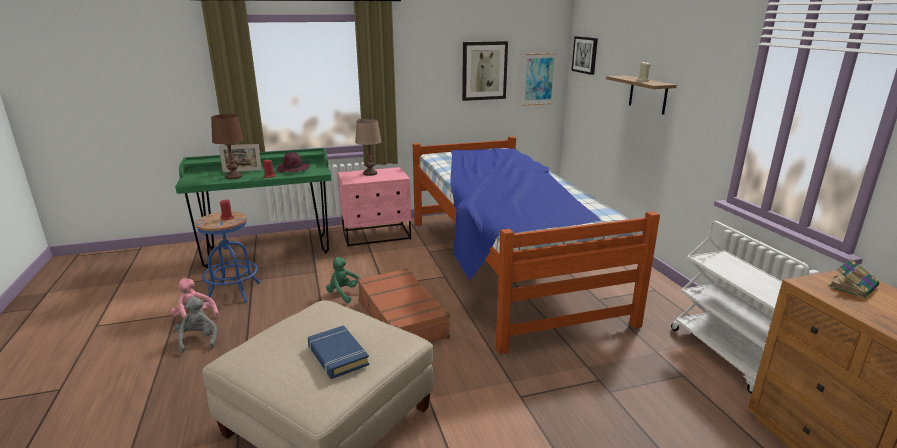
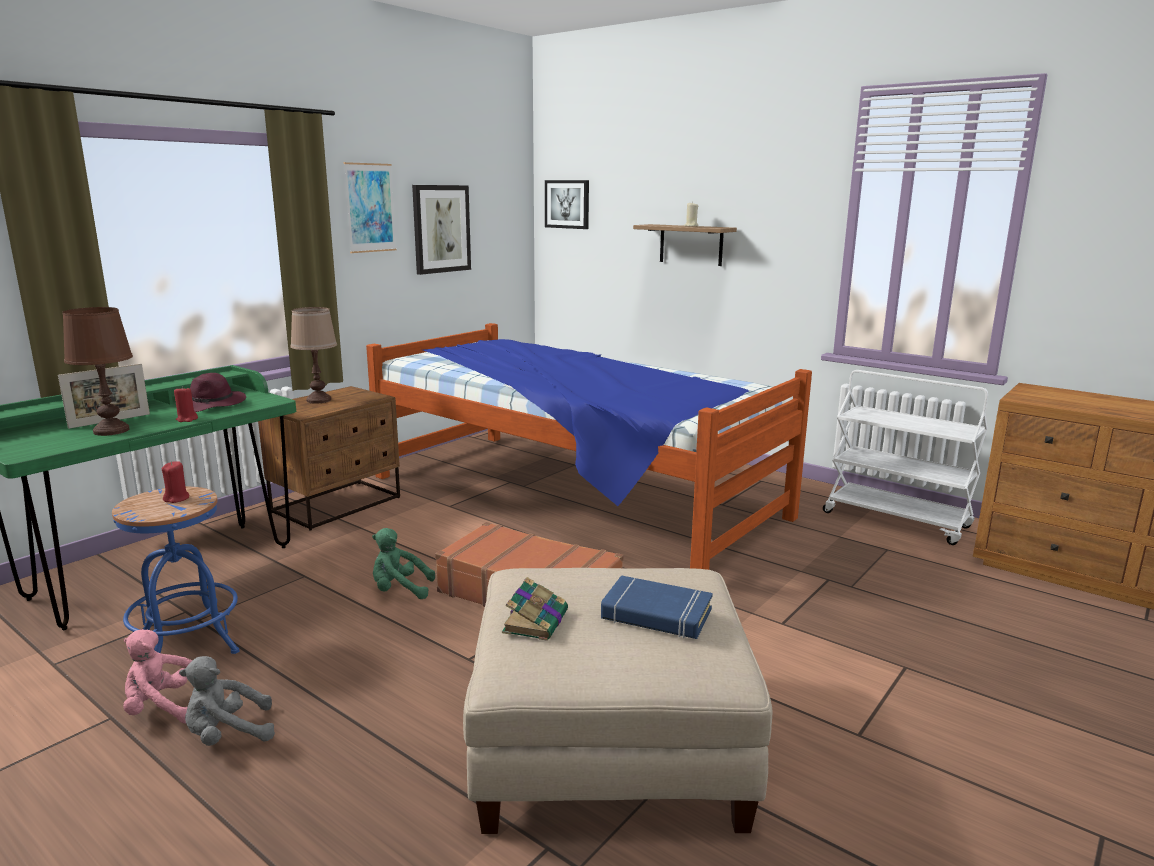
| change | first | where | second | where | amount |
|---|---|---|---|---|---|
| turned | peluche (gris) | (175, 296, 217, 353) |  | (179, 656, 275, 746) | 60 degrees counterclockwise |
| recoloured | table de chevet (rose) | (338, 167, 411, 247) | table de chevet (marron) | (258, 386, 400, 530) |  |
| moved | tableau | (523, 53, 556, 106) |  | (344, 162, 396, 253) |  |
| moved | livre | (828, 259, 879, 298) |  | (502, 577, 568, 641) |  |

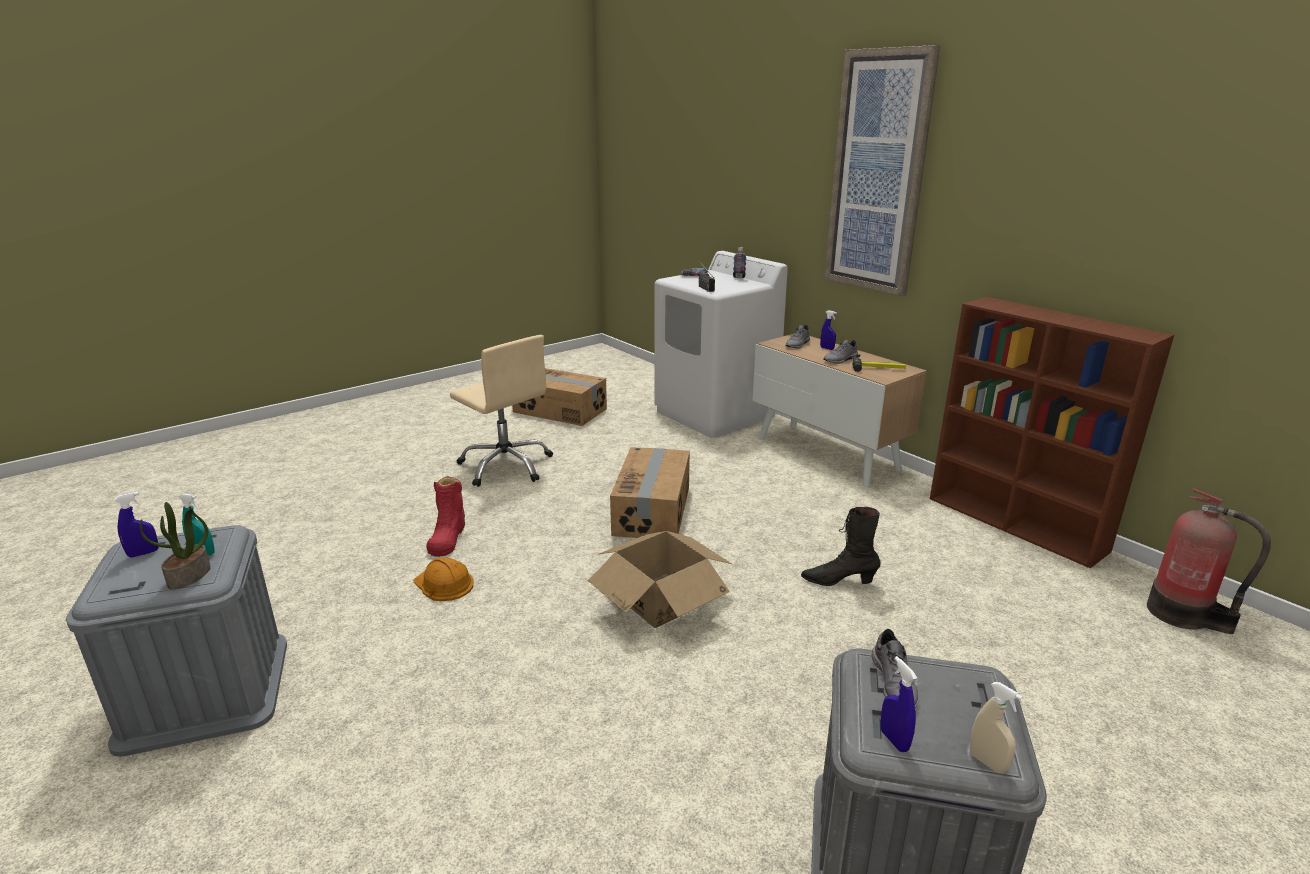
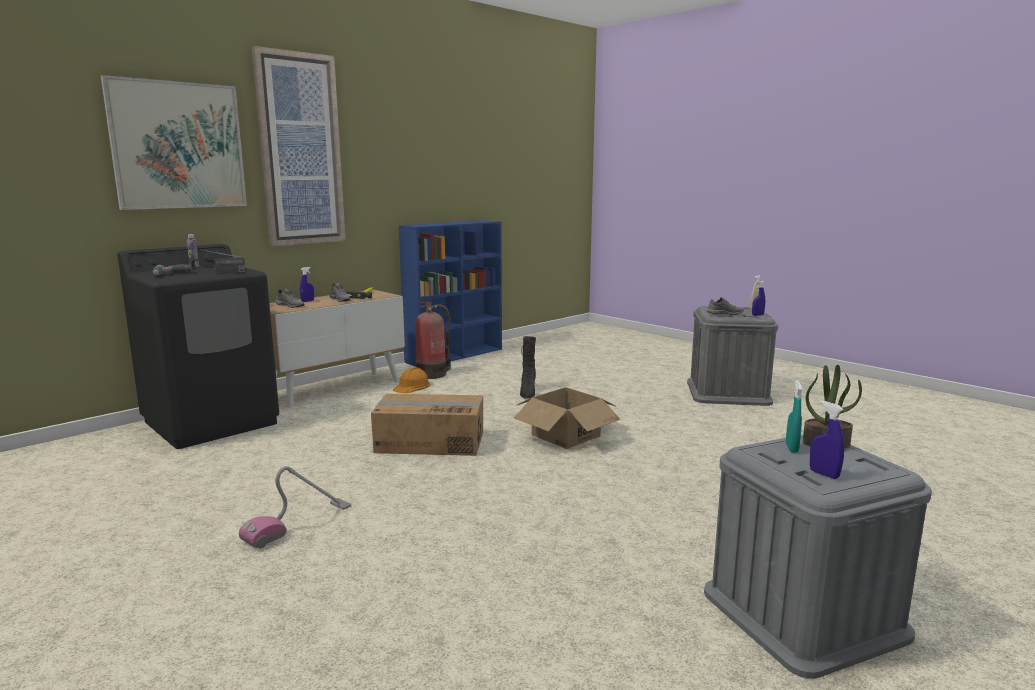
| change | first | where | second | where | amount |
|---|---|---|---|---|---|
| added |  |  | tableau | (101, 75, 247, 210) |  |
| recoloured | lave-linge (blanc) | (654, 251, 788, 438) | lave-linge (noir) | (117, 244, 279, 449) |  |
| replaced | chaise de bureau (beige) | (450, 335, 553, 487) | aspirateur | (239, 466, 351, 548) |  |
| moved | casque de chantier (orange) | (413, 558, 474, 601) |  | (393, 367, 430, 393) |  |
| recoloured | bibliothèque (marron) | (930, 297, 1174, 568) | bibliothèque (bleu) | (399, 220, 502, 367) |  |
| moved | extincteur | (1147, 489, 1271, 634) |  | (415, 302, 451, 379) |  |
| removed | botte (rouge) | (427, 476, 465, 557) |  |  |  |
| removed | carton | (512, 368, 607, 426) |  |  |  |

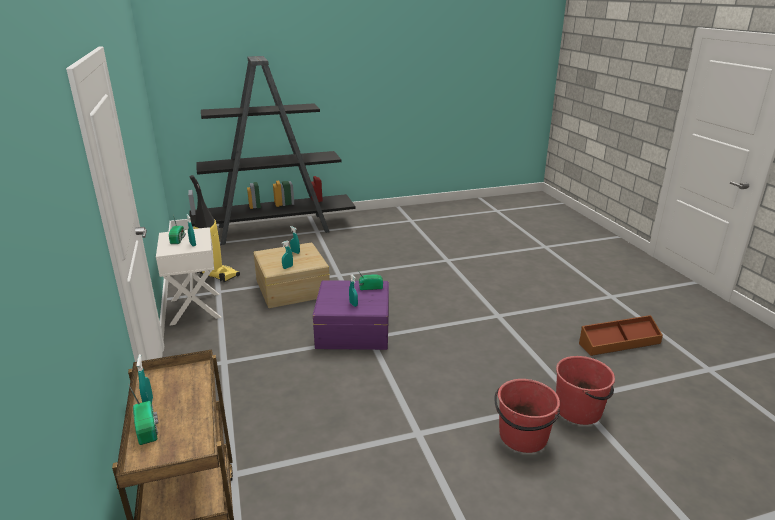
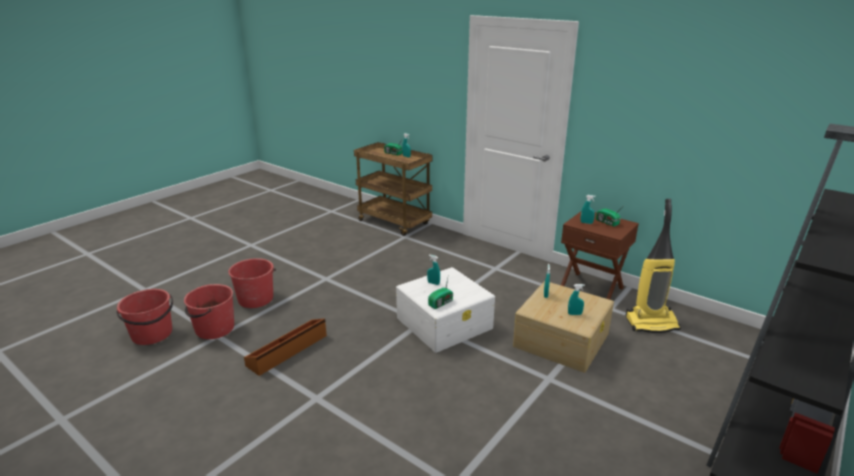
| change | first | where | second | where | amount |
|---|---|---|---|---|---|
| added |  |  | seau (rouge) | (116, 289, 173, 345) |  |
| moved | boîte de rangement (marron) | (579, 315, 663, 356) |  | (244, 318, 327, 376) |  |
| recoloured | boîte de rangement (violet) | (313, 280, 389, 350) | boîte de rangement (blanc) | (396, 267, 495, 353) |  |
| recoloured | table de chevet (blanc) | (156, 227, 221, 325) | table de chevet (marron) | (561, 211, 639, 300) |  |

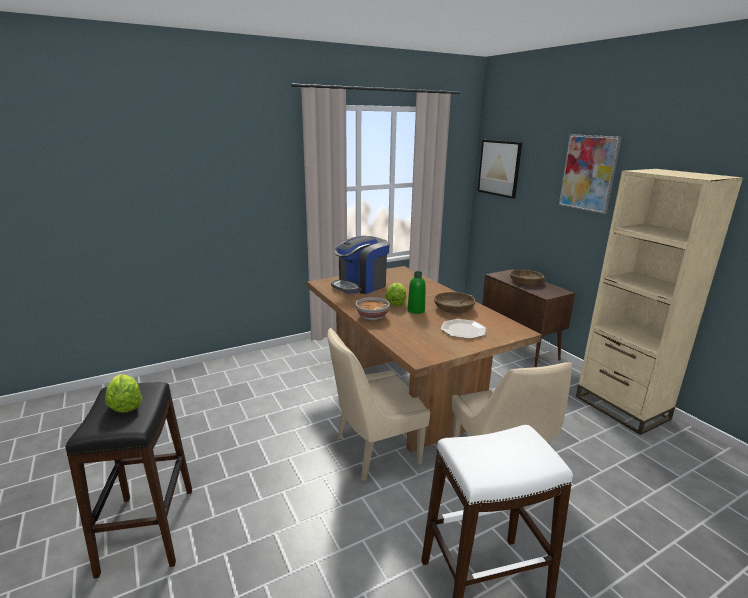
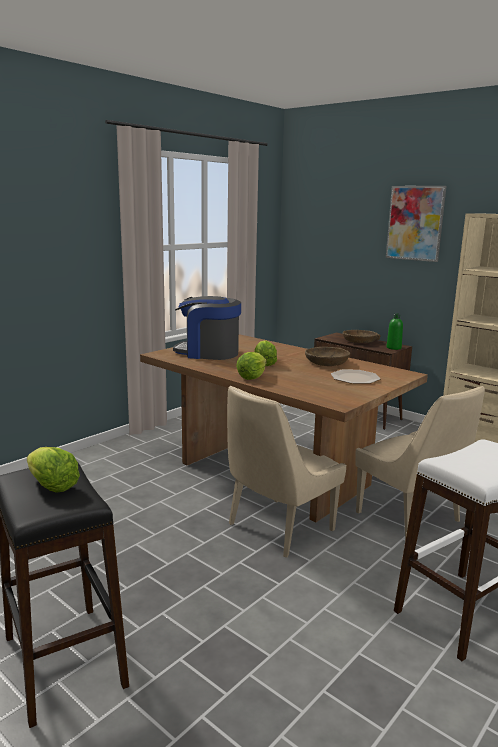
| change | first | where | second | where | amount |
|---|---|---|---|---|---|
| turned | machine à café | (331, 236, 390, 294) |  | (173, 296, 241, 360) | 75 degrees clockwise |
| replaced | bol | (356, 297, 390, 320) | laitue | (236, 352, 267, 380) |  |
| moved | bouteille (vert) | (408, 271, 426, 314) |  | (386, 314, 403, 350) |  |
| removed | tableau | (478, 140, 522, 199) |  |  |  |

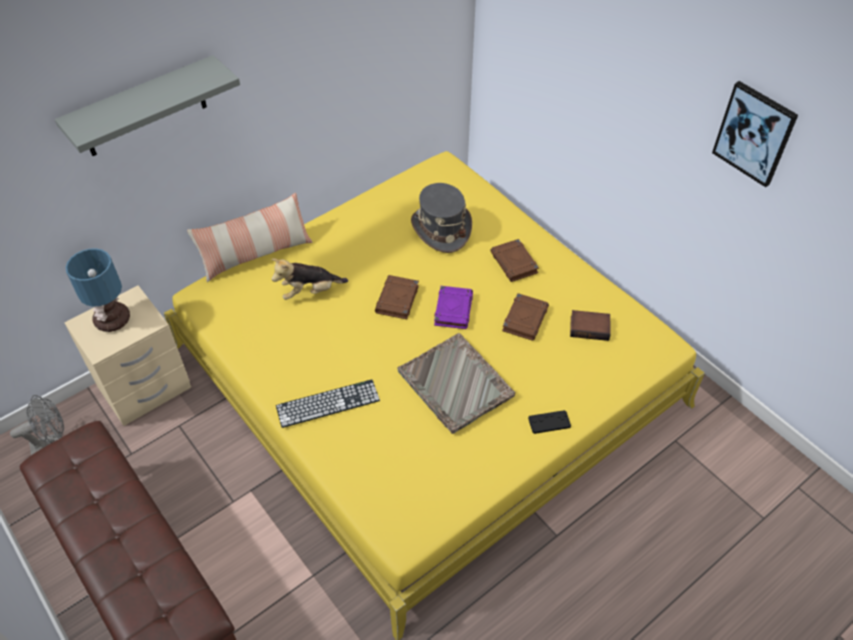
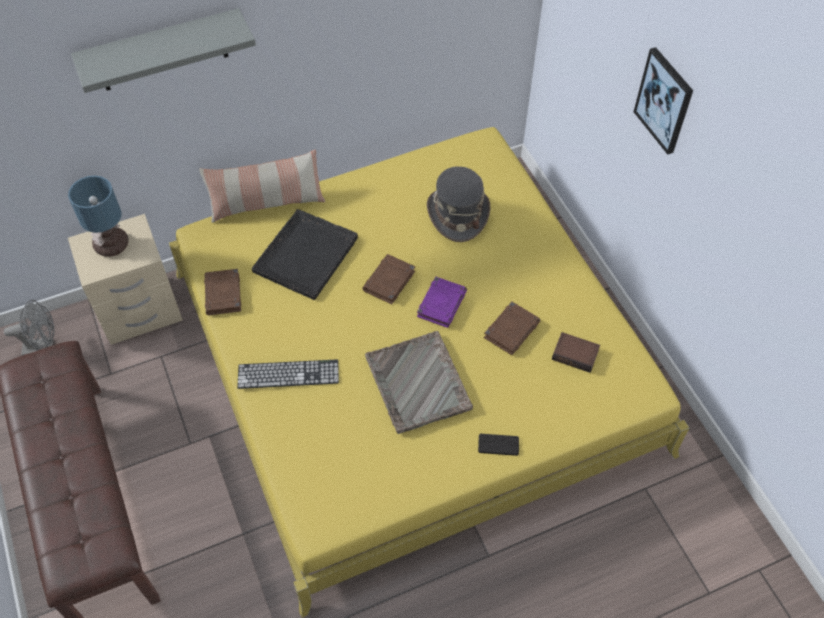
| change | first | where | second | where | amount |
|---|---|---|---|---|---|
| moved | livre (marron) | (490, 239, 539, 282) |  | (204, 269, 241, 315) |  |
| replaced | peluche | (272, 258, 348, 300) | plateau (noir) | (252, 209, 358, 300) |  |
| moved | tableau | (712, 81, 798, 187) |  | (634, 47, 693, 155) |  |

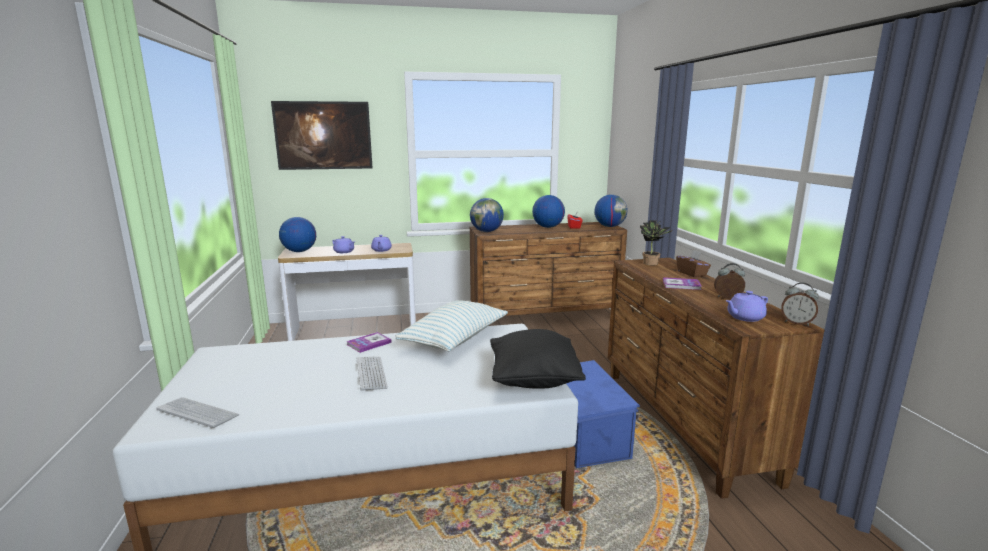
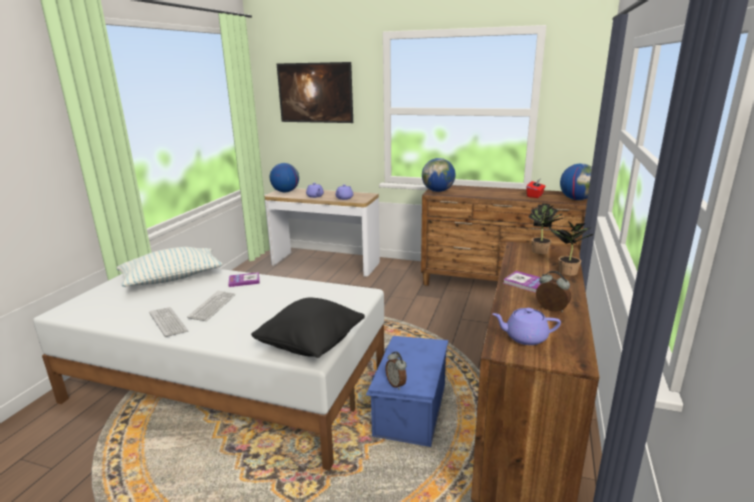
| change | first | where | second | where | amount |
|---|---|---|---|---|---|
| moved | coussin | (396, 300, 508, 351) |  | (116, 247, 223, 287) |  |
| moved | clavier | (157, 397, 239, 428) |  | (149, 307, 188, 337) |  |
| moved | réveil | (781, 283, 819, 326) |  | (386, 351, 407, 390) |  |
| replaced | boîte à mouchoirs (marron) | (676, 250, 711, 277) | plante en pot | (548, 220, 593, 276) |  |
| removed | globe | (532, 195, 565, 228) |  |  |  |

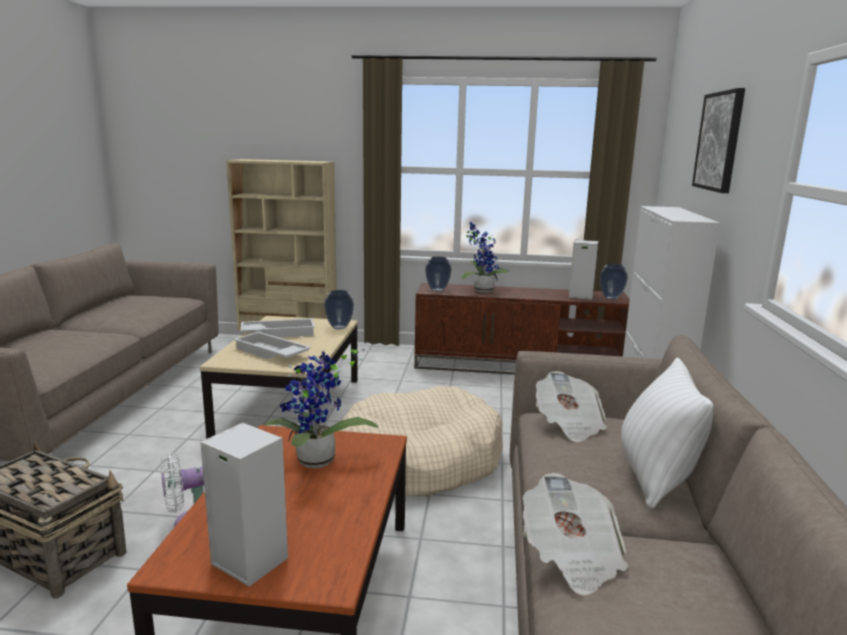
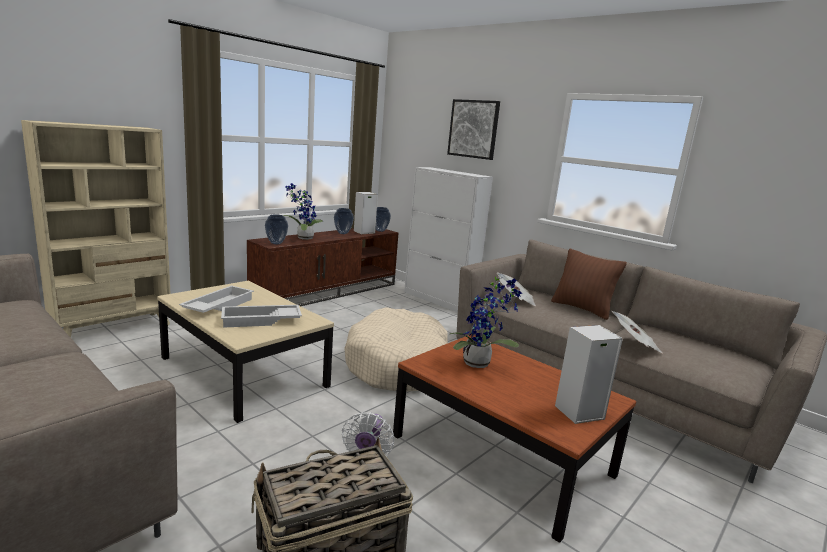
| change | first | where | second | where | amount |
|---|---|---|---|---|---|
| moved | vase | (324, 290, 354, 329) |  | (334, 208, 354, 234) |  |
| recoloured | coussin (blanc) | (621, 358, 714, 509) | coussin (marron) | (551, 248, 627, 320) |  |

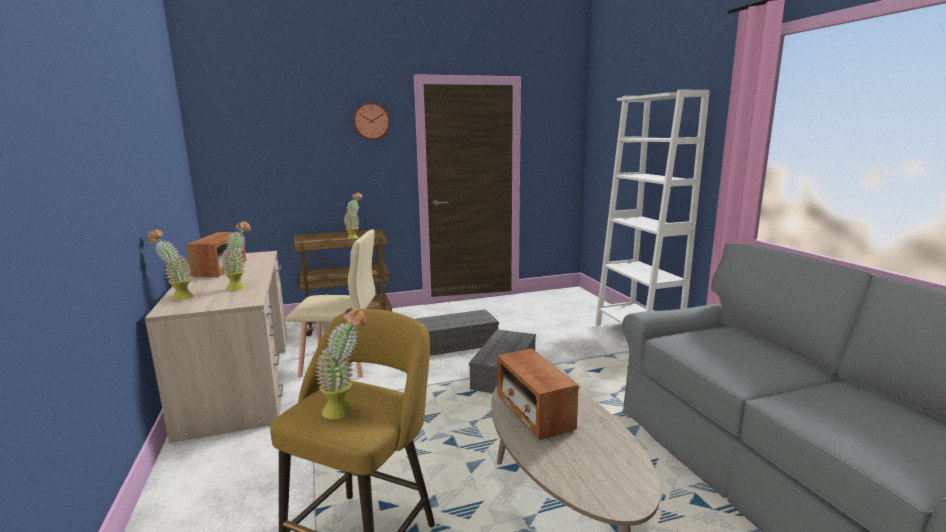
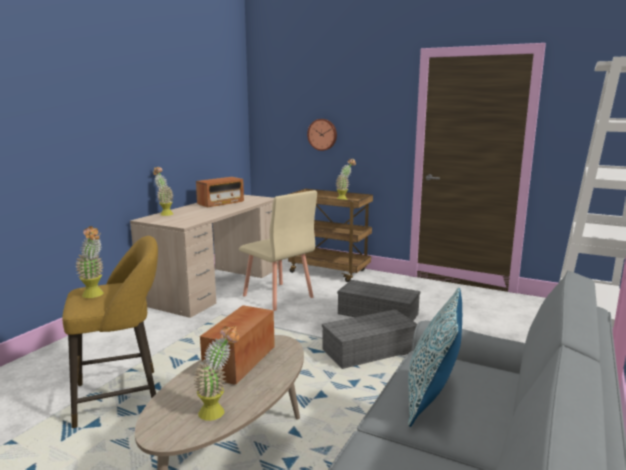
| change | first | where | second | where | amount |
|---|---|---|---|---|---|
| moved | plante en pot | (221, 221, 251, 291) |  | (194, 326, 239, 421) |  |
| moved | horloge murale | (353, 102, 390, 140) |  | (307, 119, 337, 151) |  |
| added |  |  | coussin | (408, 287, 462, 427) |  |

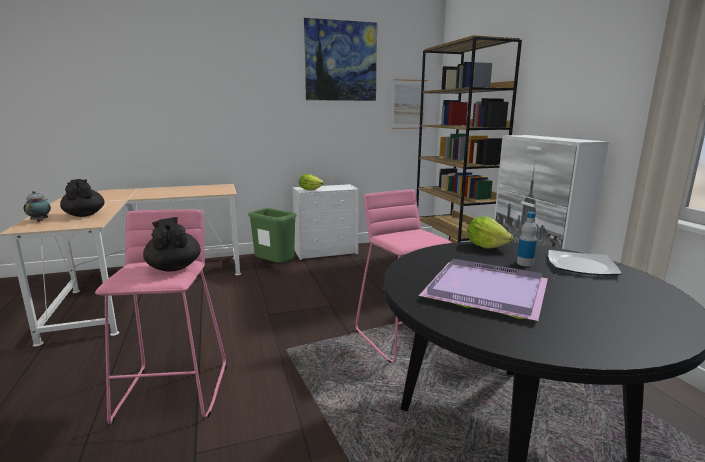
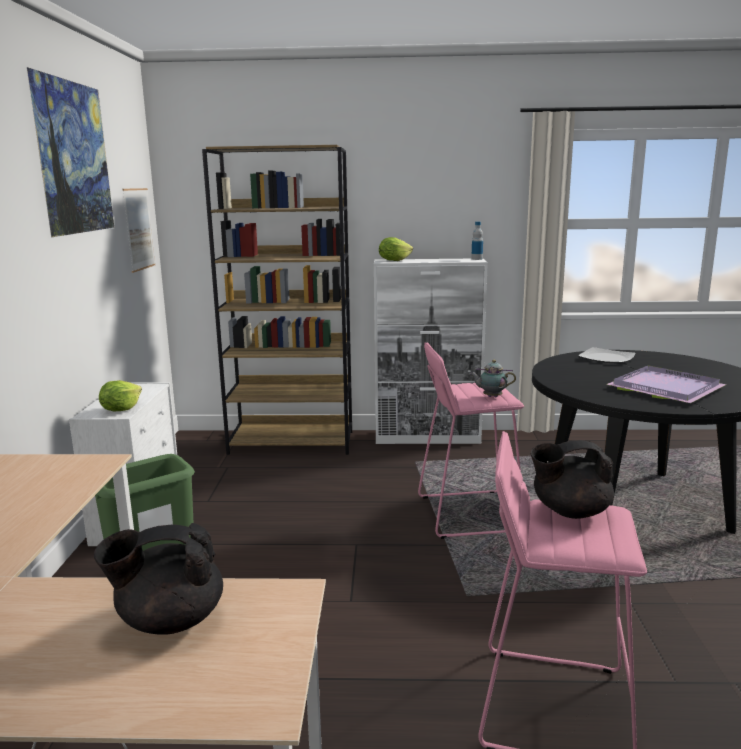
| change | first | where | second | where | amount |
|---|---|---|---|---|---|
| moved | laitue | (467, 217, 513, 248) |  | (379, 237, 413, 261) |  |
| moved | théière | (24, 191, 51, 222) |  | (470, 360, 516, 397) |  |
| moved | bouteille | (517, 212, 537, 266) |  | (471, 222, 483, 260) |  |

